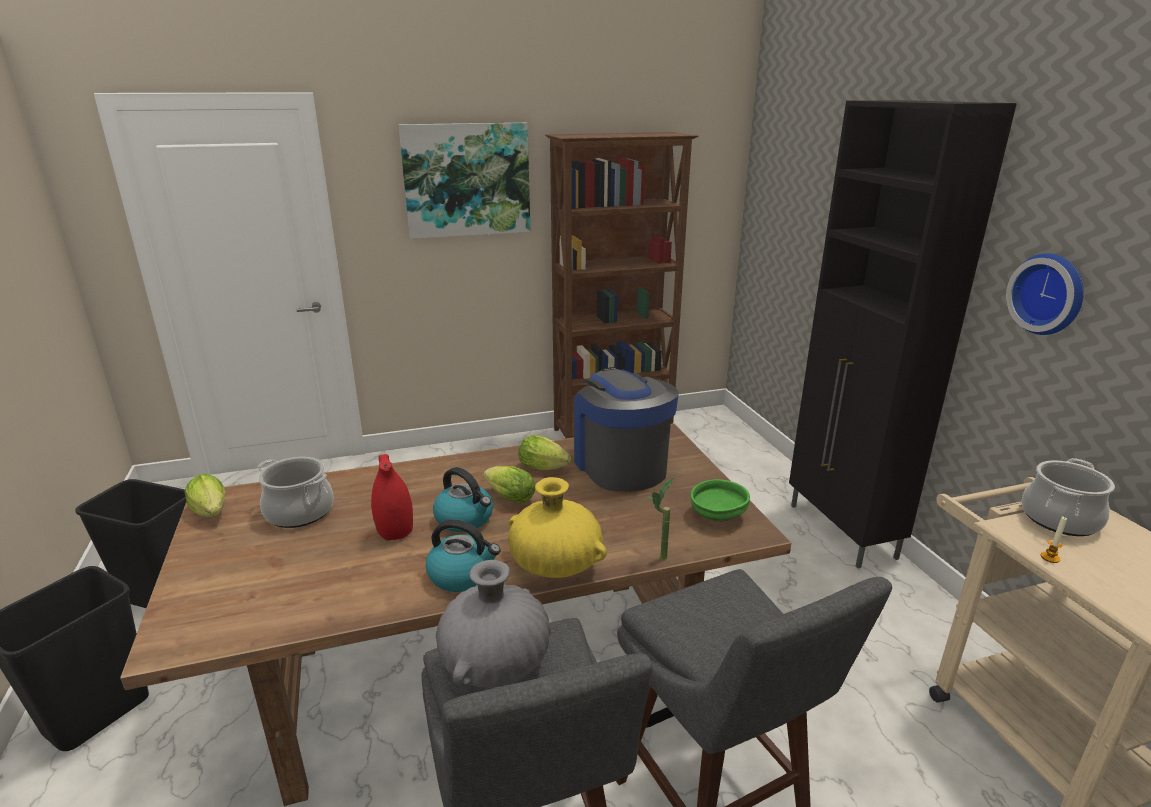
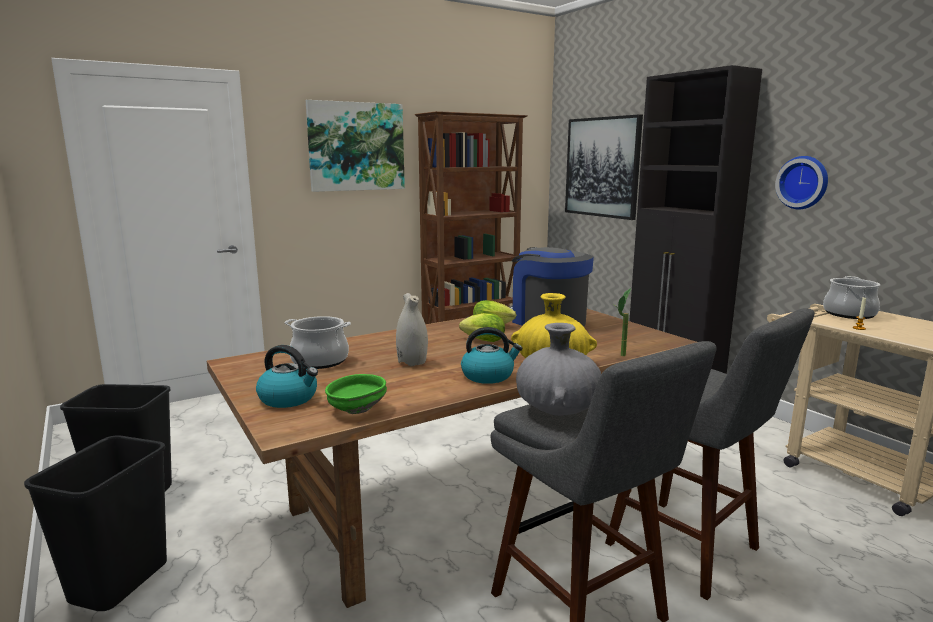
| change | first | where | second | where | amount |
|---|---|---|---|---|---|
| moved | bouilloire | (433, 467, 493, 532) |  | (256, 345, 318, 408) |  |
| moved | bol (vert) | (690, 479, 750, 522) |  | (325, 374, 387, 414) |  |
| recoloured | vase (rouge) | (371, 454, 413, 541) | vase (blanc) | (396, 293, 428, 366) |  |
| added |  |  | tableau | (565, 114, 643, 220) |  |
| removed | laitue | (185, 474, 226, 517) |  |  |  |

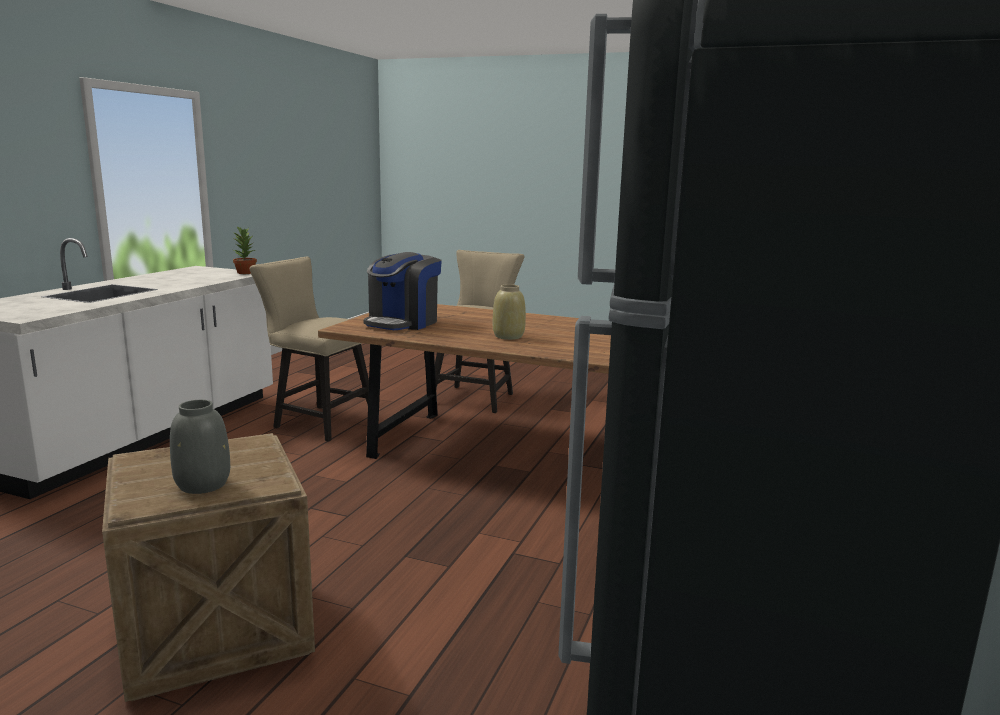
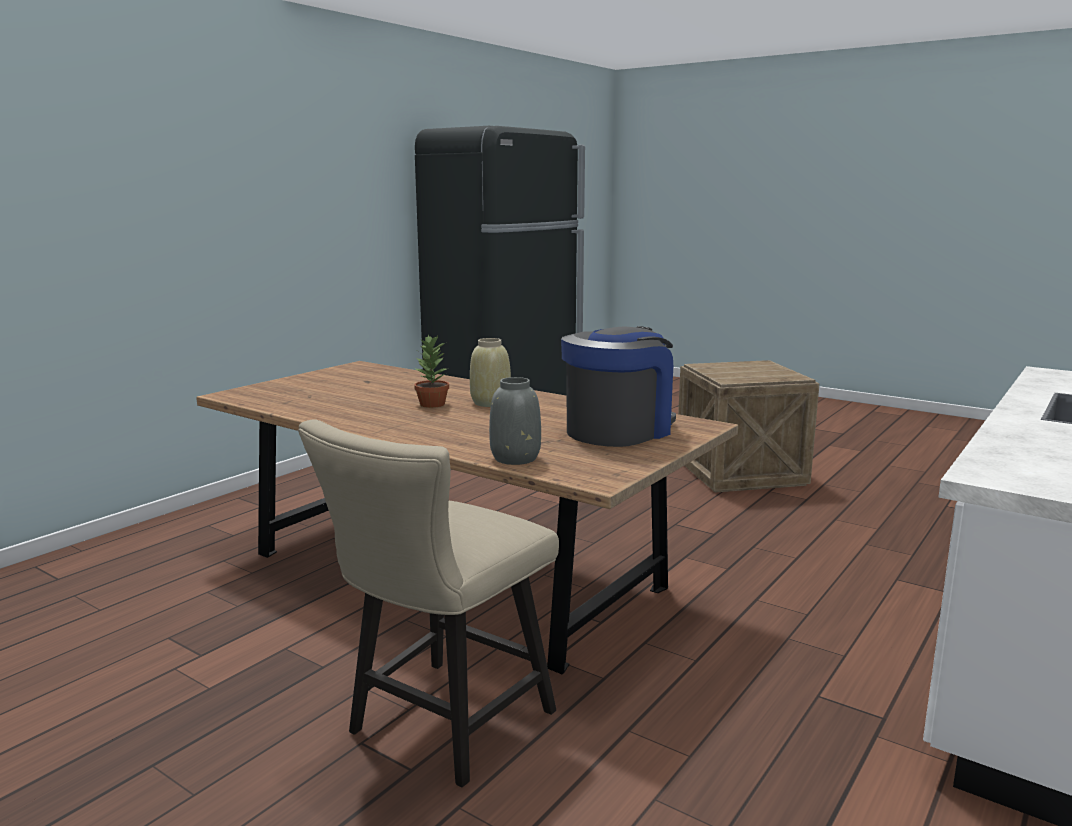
| change | first | where | second | where | amount |
|---|---|---|---|---|---|
| moved | plante en pot | (233, 226, 257, 274) |  | (414, 334, 449, 408) |  |
| moved | vase (gris) | (170, 400, 230, 494) |  | (489, 377, 541, 465) |  |
| removed | chaise (beige) | (250, 257, 369, 442) |  |  |  |

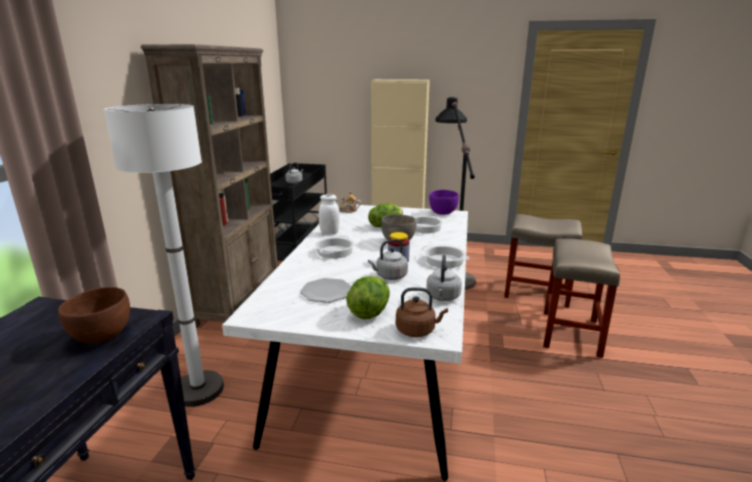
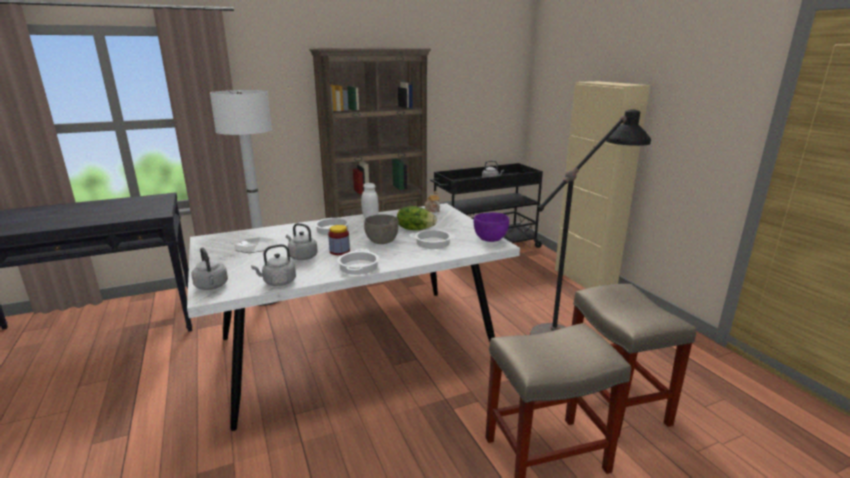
| change | first | where | second | where | amount |
|---|---|---|---|---|---|
| recoloured | bouilloire (marron) | (396, 287, 448, 337) | bouilloire (gris) | (191, 247, 228, 290) |  |
| removed | bol (marron) | (58, 287, 130, 343) |  |  |  |
| removed | laitue | (346, 276, 390, 319) |  |  |  |

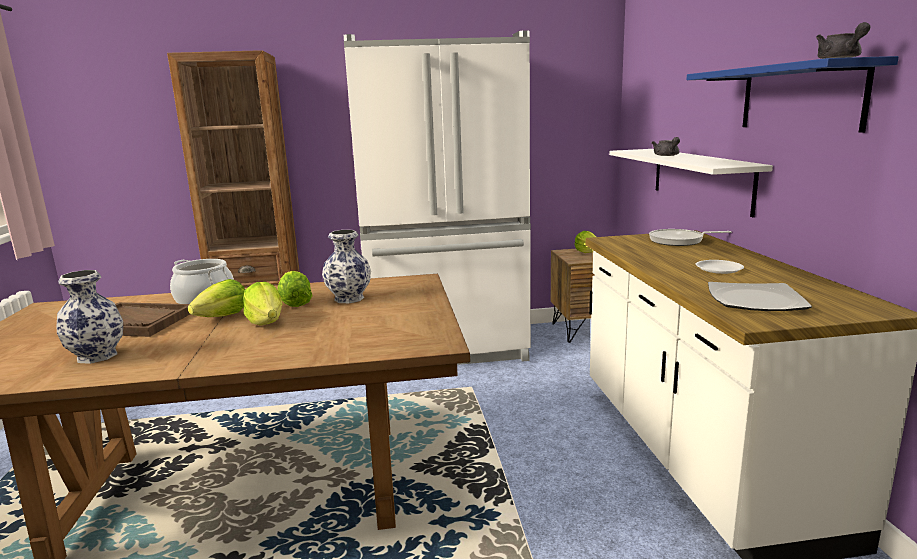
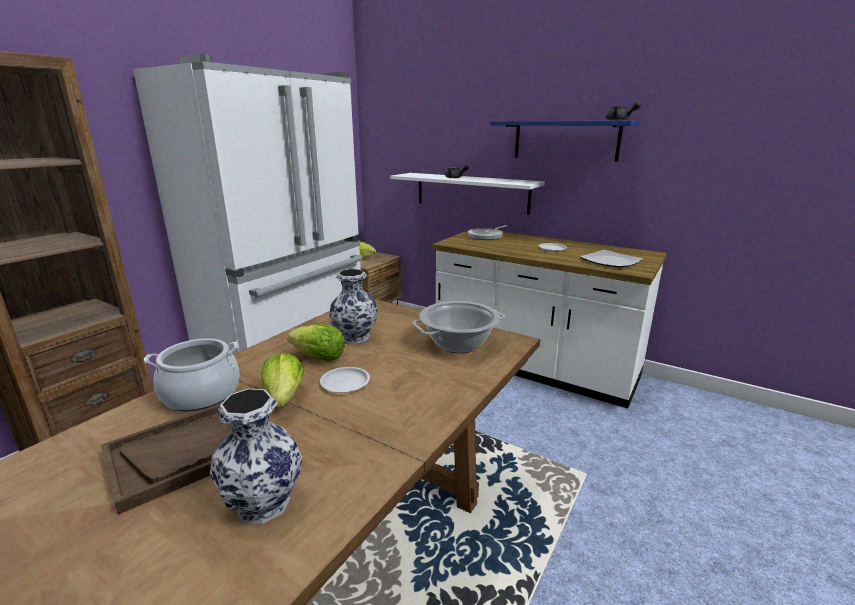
| change | first | where | second | where | amount |
|---|---|---|---|---|---|
| replaced | laitue | (243, 282, 283, 326) | assiette (blanc) | (320, 367, 370, 393) |  |
| added |  |  | marmite | (412, 301, 505, 353) |  |

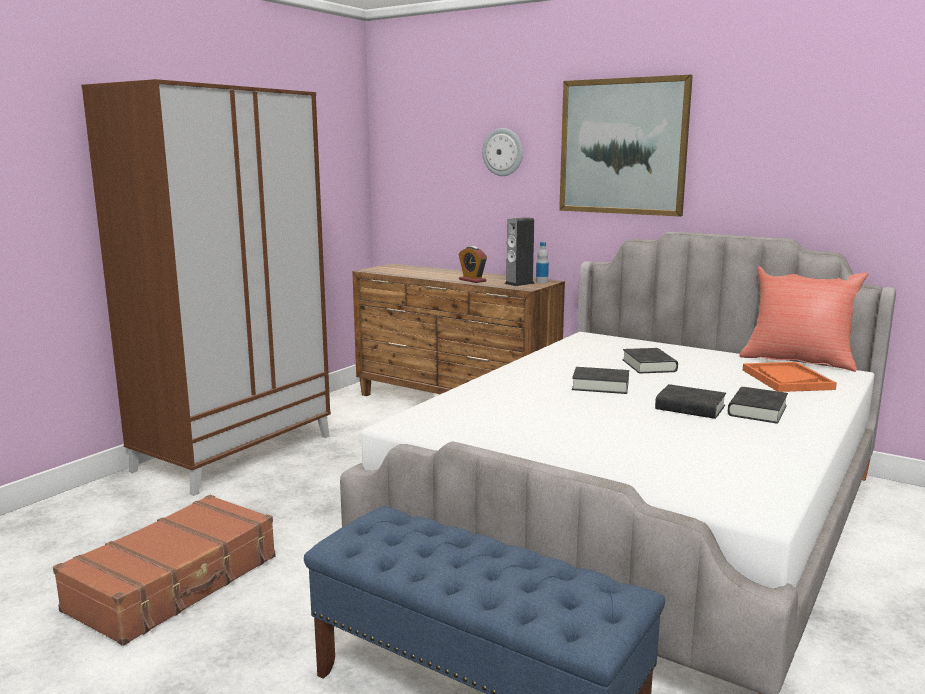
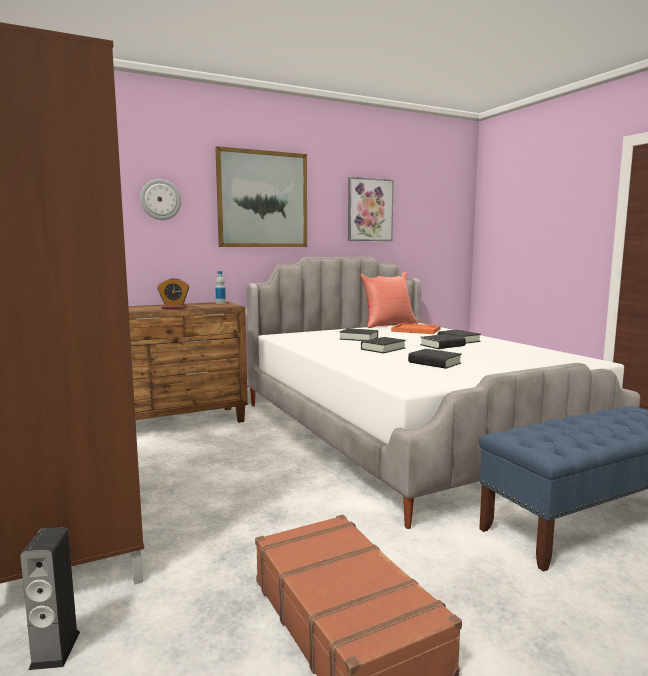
| change | first | where | second | where | amount |
|---|---|---|---|---|---|
| moved | enceinte | (505, 217, 535, 286) |  | (20, 527, 80, 670) |  |
| added |  |  | tableau | (348, 177, 394, 241) |  |
| added |  |  | livre (noir) | (408, 349, 462, 369) |  |

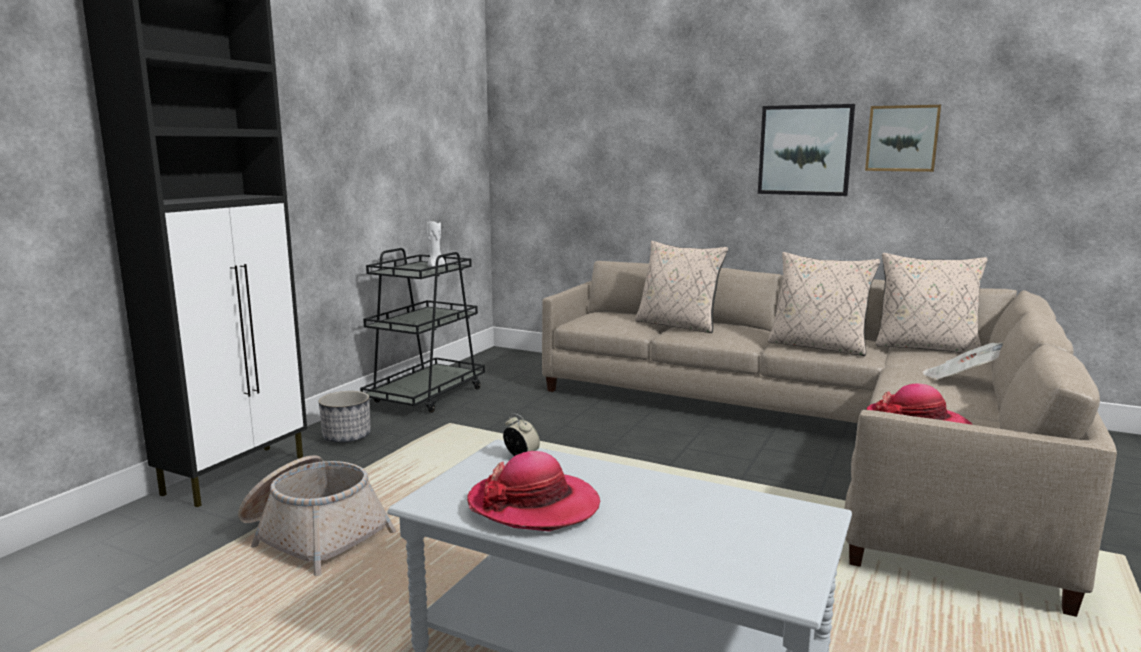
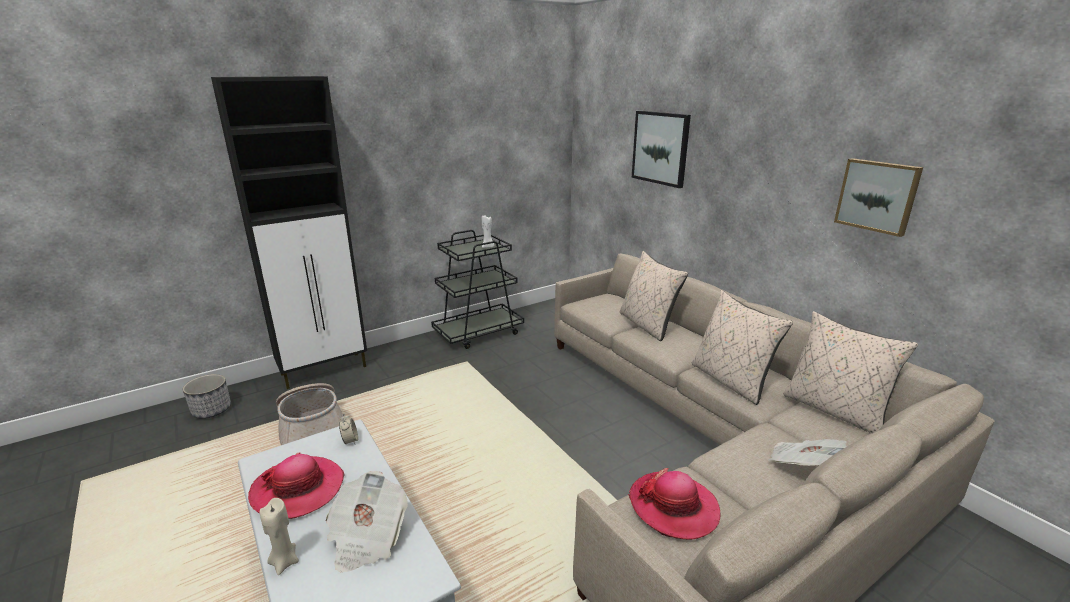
| change | first | where | second | where | amount |
|---|---|---|---|---|---|
| moved | cache-pot | (319, 391, 371, 443) |  | (183, 374, 231, 418) |  |
| added |  |  | bougie (beige) | (260, 498, 299, 575) |  |
| added |  |  | journal | (326, 471, 408, 573) |  |
| moved | tableau | (758, 104, 855, 196) |  | (632, 111, 691, 188) |  |

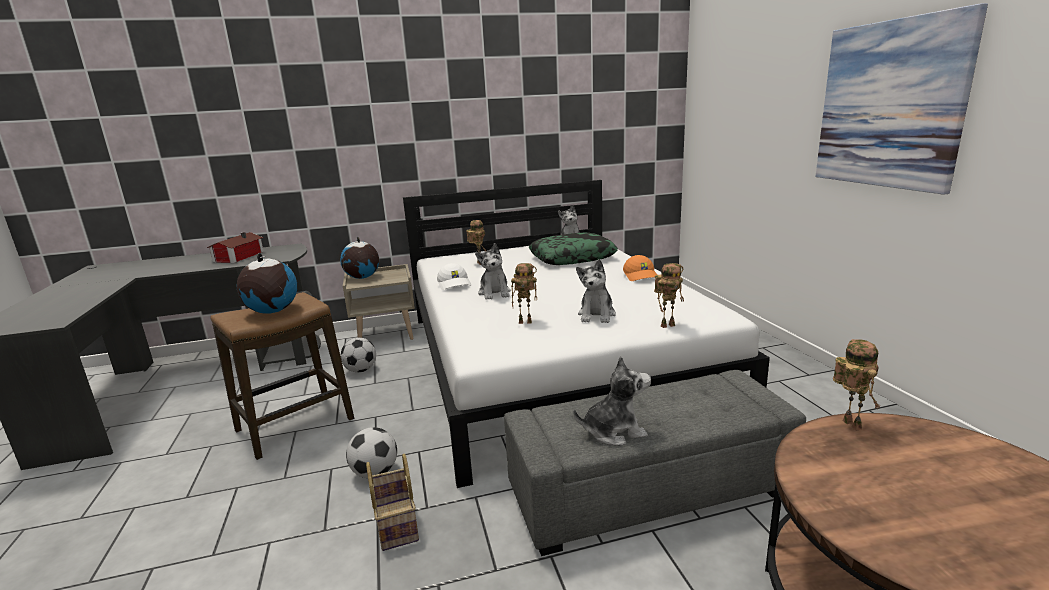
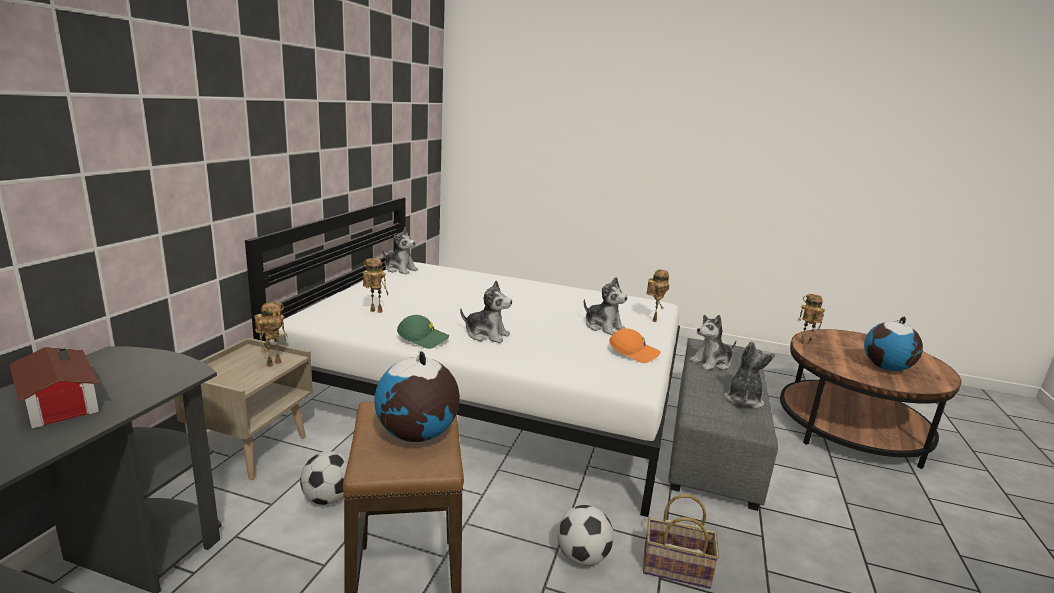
| change | first | where | second | where | amount |
|---|---|---|---|---|---|
| moved | robot jouet | (511, 263, 537, 324) |  | (254, 302, 288, 367) |  |
| recoloured | casquette (blanc) | (437, 263, 471, 290) | casquette (vert) | (397, 315, 449, 349) |  |
| moved | casquette (orange) | (623, 255, 657, 281) |  | (609, 328, 661, 363) |  |
| added |  |  | peluche | (690, 315, 736, 370) |  |
| moved | globe | (340, 237, 379, 279) |  | (864, 316, 923, 371) |  |
| removed | coussin | (529, 233, 618, 265) |  |  |  |
| removed | tableau | (815, 3, 988, 195) |  |  |  |

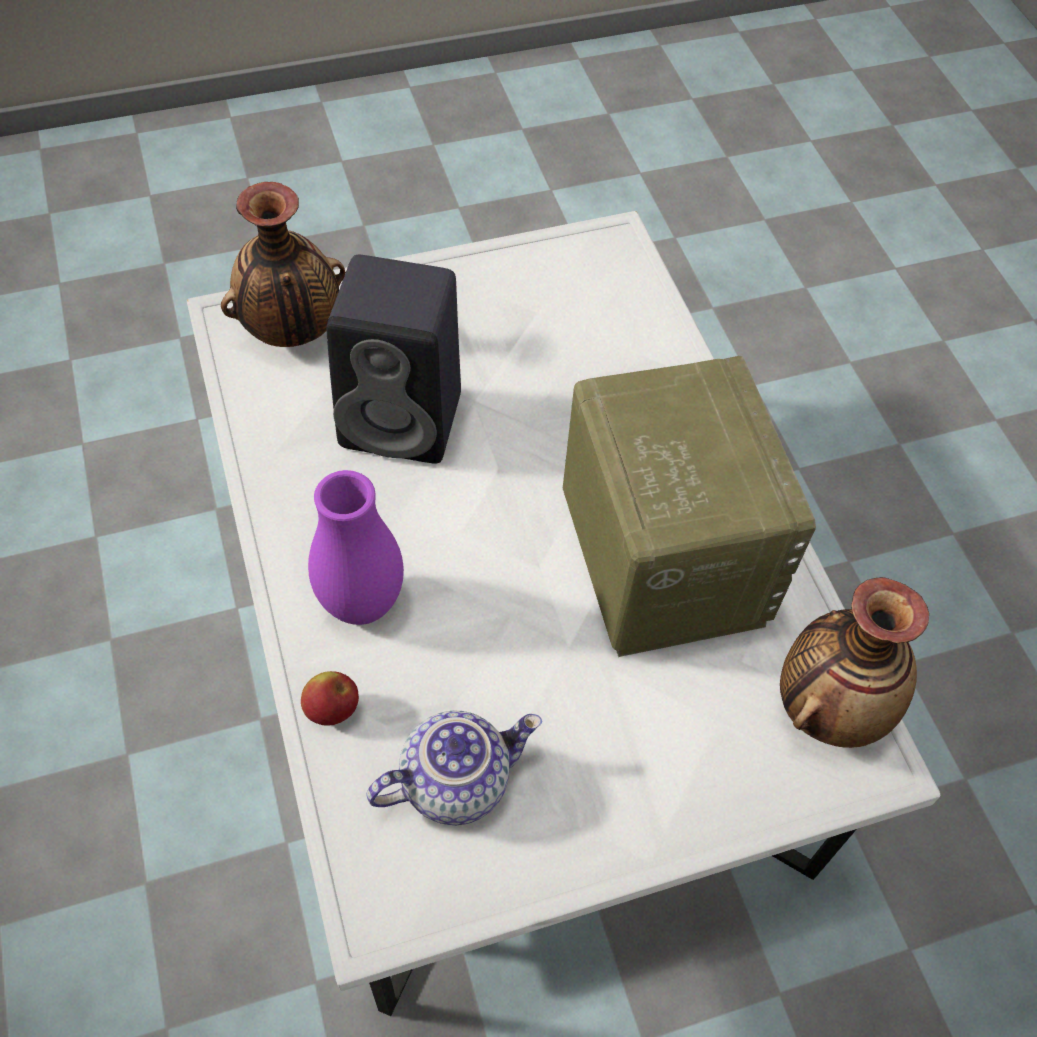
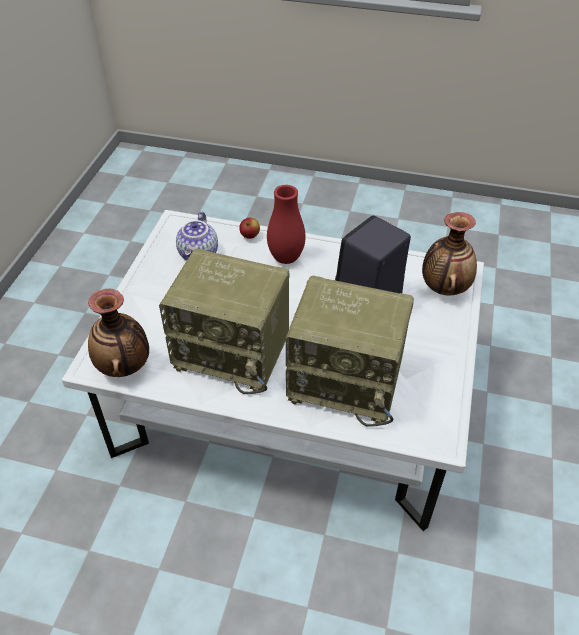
| change | first | where | second | where | amount |
|---|---|---|---|---|---|
| recoloured | vase (violet) | (308, 470, 404, 625) | vase (rouge) | (267, 185, 306, 264) |  |
| added |  |  | radio | (286, 276, 414, 427) |  |

